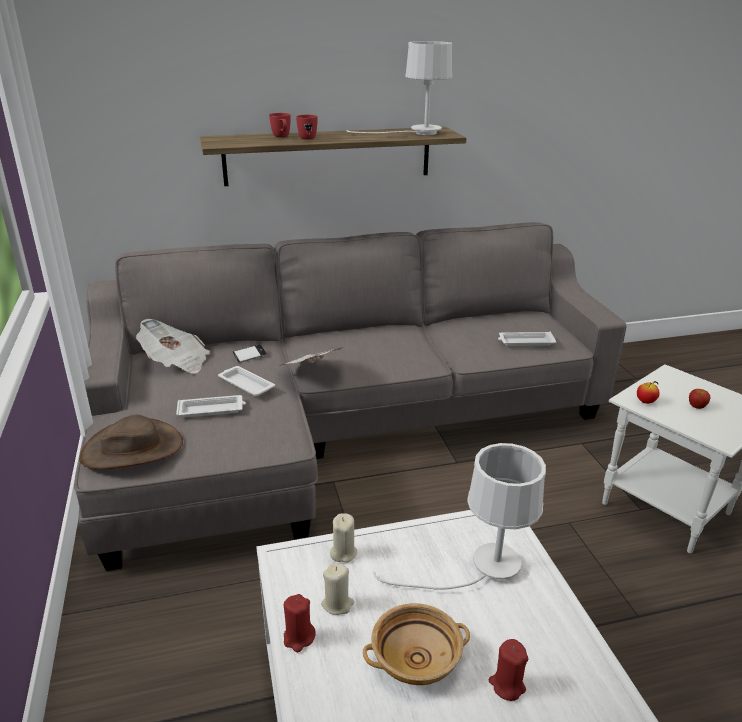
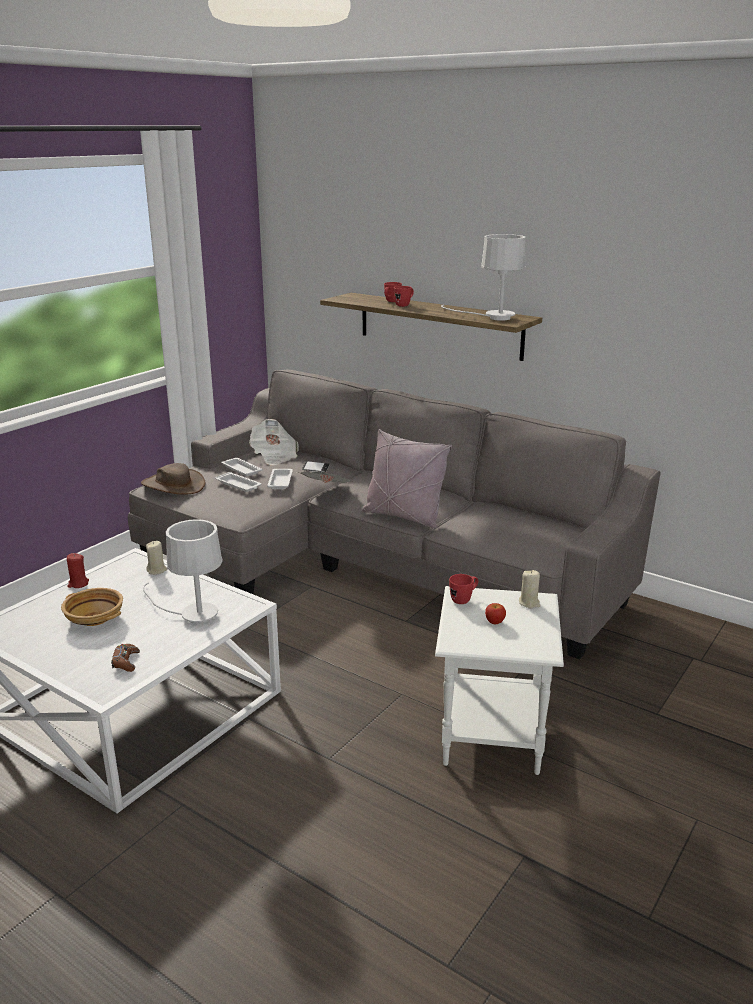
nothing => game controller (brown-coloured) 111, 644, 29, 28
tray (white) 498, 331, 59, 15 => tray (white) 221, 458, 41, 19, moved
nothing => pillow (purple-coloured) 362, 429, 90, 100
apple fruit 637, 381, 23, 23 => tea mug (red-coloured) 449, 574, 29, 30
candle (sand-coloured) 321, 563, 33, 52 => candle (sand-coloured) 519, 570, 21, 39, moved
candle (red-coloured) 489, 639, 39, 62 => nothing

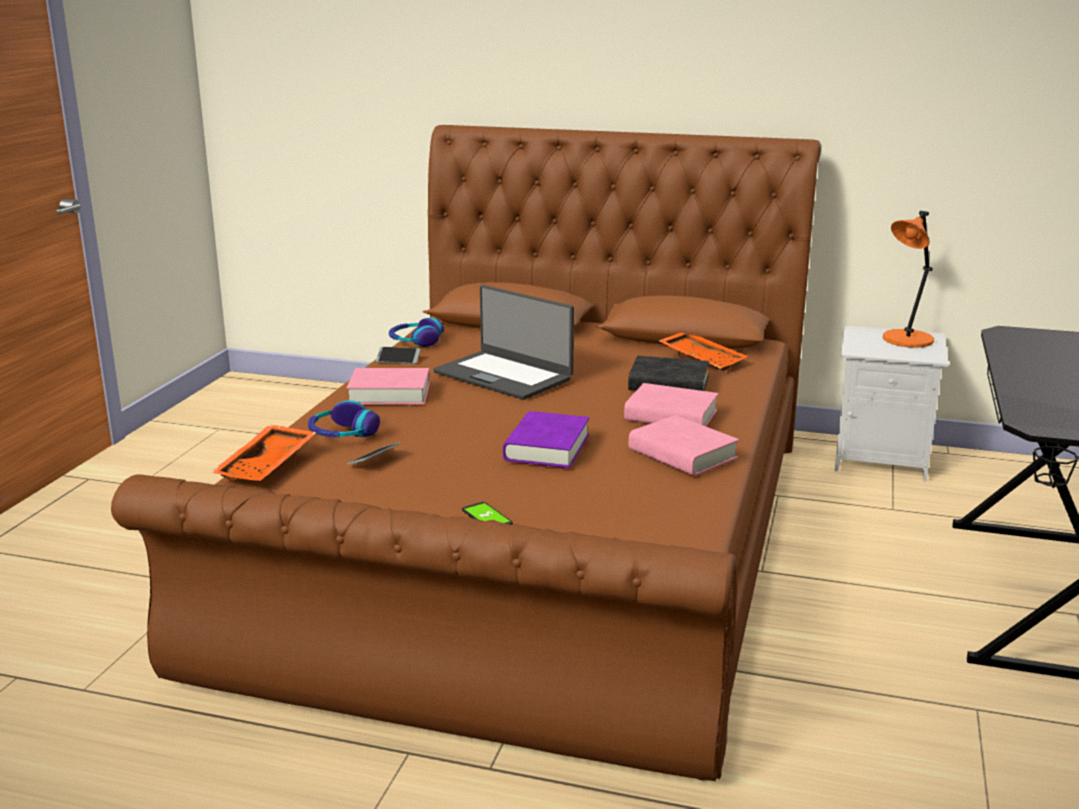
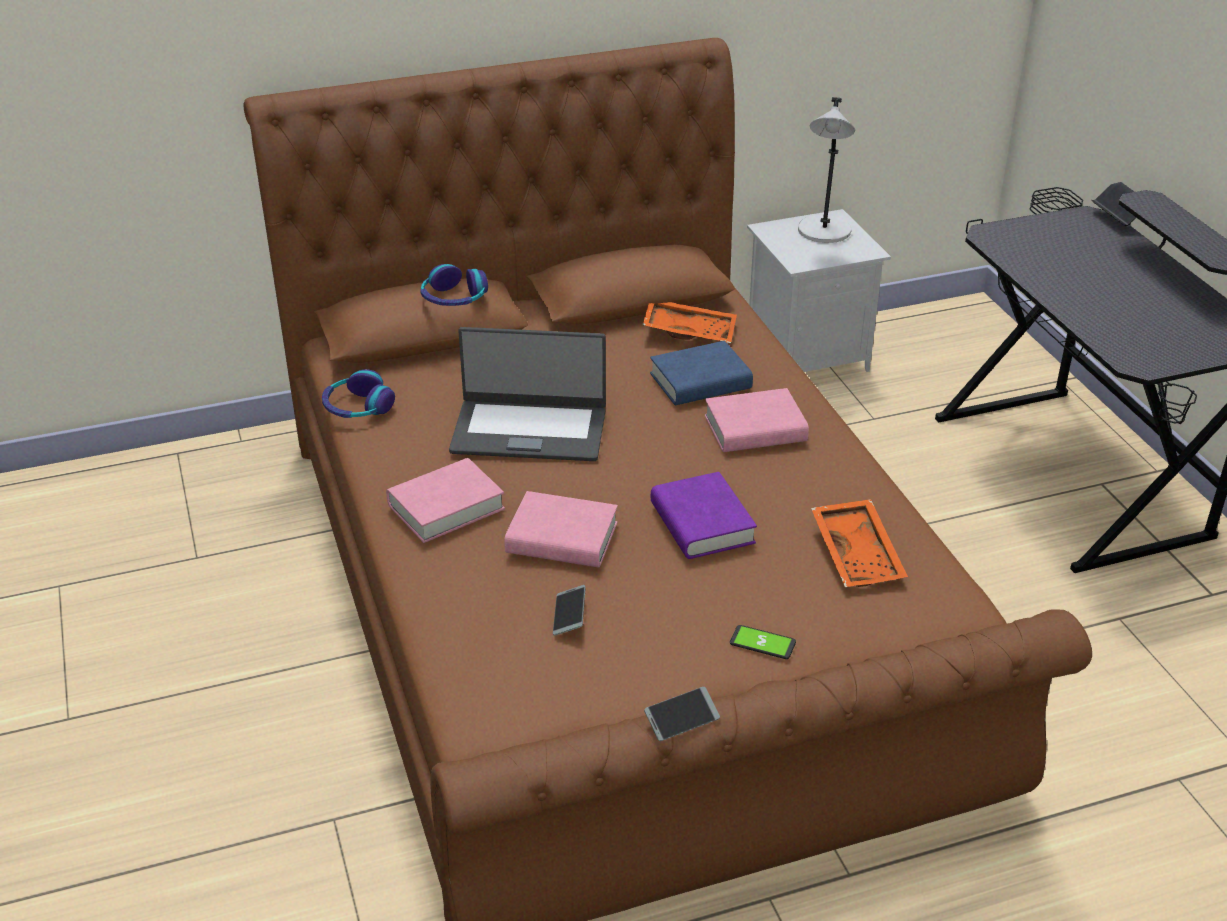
pair of headphones 308, 400, 72, 37 => pair of headphones 420, 264, 68, 42, moved
bound book (pinkish) 629, 415, 110, 61 => bound book (pinkish) 504, 491, 114, 77, moved
telephone 376, 347, 44, 17 => telephone 644, 687, 76, 54, moved
bound book (blackish) 628, 356, 81, 35 => bound book (blue) 650, 341, 103, 64
tabletop lamp (orange-coloured) 883, 211, 51, 137 => tabletop lamp (gray) 798, 97, 57, 146
tray (orange-coloured) 211, 425, 106, 57 => tray (orange-coloured) 811, 499, 97, 88, moved

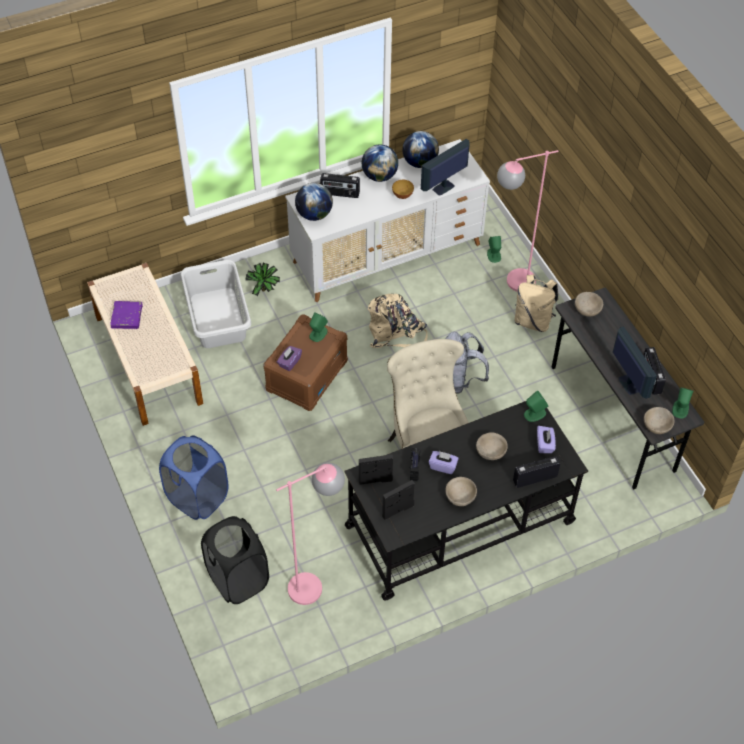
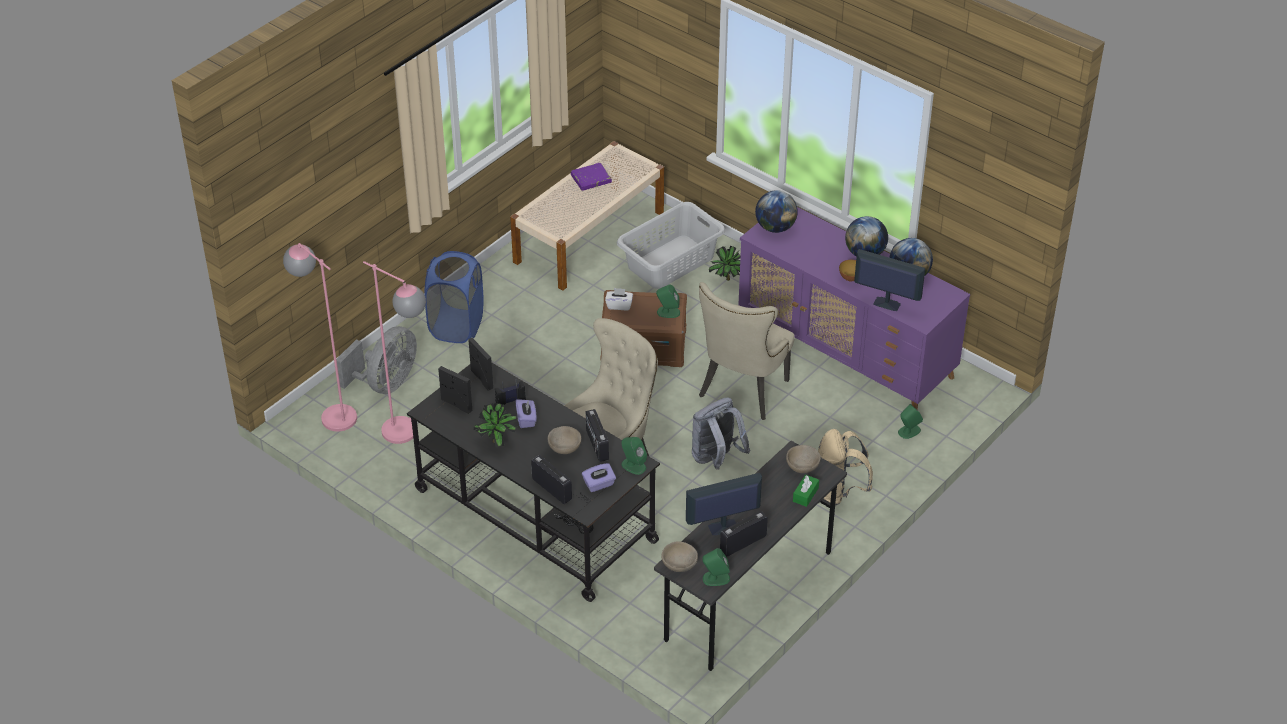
floor lamp (pinkish) 497, 150, 62, 142 => floor lamp (pinkish) 283, 243, 74, 189, moved
washing basket (blackish) 201, 516, 68, 88 => fan (gray) 336, 326, 81, 68
serving bowl (sand-coloured) 445, 477, 32, 29 => houseplant 474, 403, 43, 44
radio set 320, 173, 40, 25 => radio set 586, 409, 23, 53, moved
box of tissues (purple-coloured) 277, 346, 25, 25 => box of tissues (white) 605, 288, 28, 22
monitor 613, 326, 44, 73 => monitor 686, 473, 76, 62, 150 degrees counterclockwise
knapsack (sand-coloured) 368, 294, 59, 54 => plain chair (sand-coloured) 699, 282, 96, 138
dresser (white) 285, 139, 205, 163 => dresser (purple-coloured) 738, 207, 232, 203
nothing => box of tissues (green-coloured) 793, 475, 26, 32

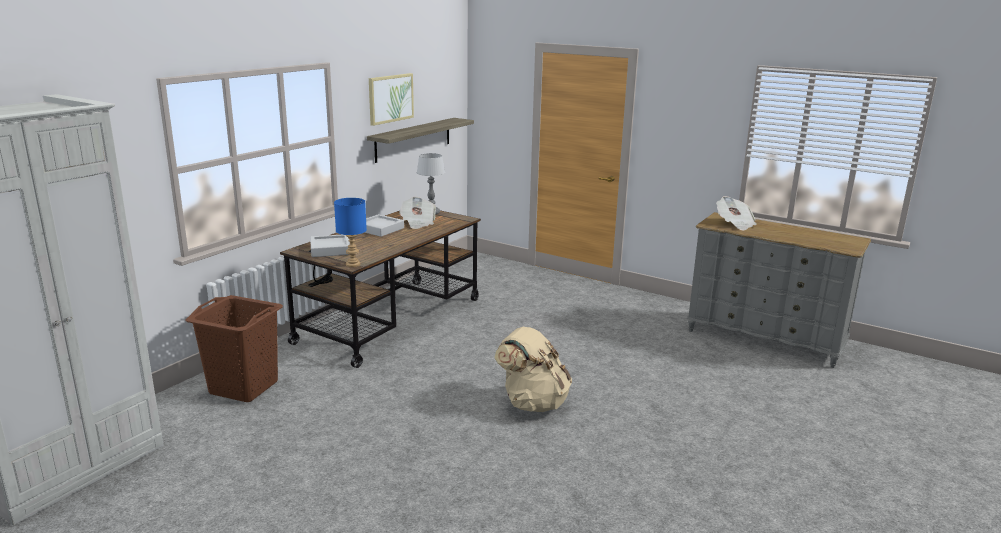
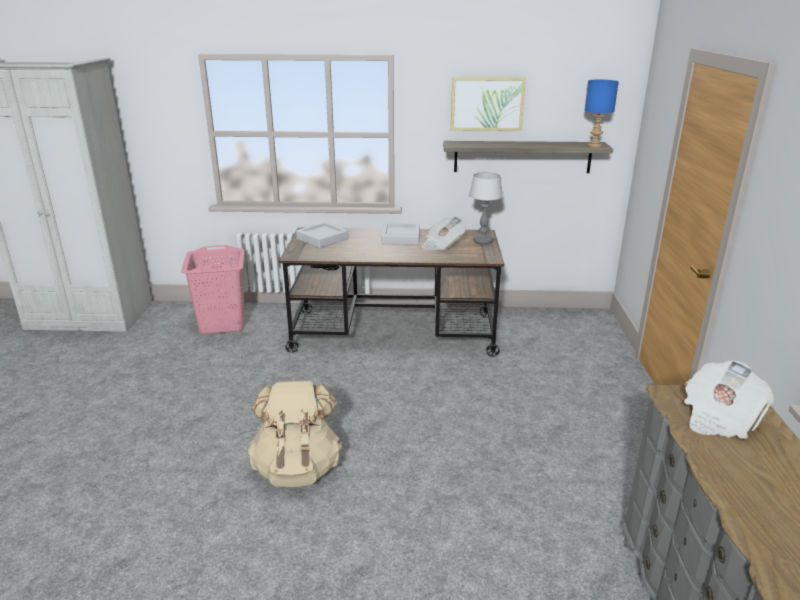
washing basket (brown-coloured) 186, 295, 97, 107 => washing basket (pinkish) 181, 245, 64, 89
tabletop lamp (blue) 334, 198, 33, 69 => tabletop lamp (blue) 584, 80, 35, 67, moved

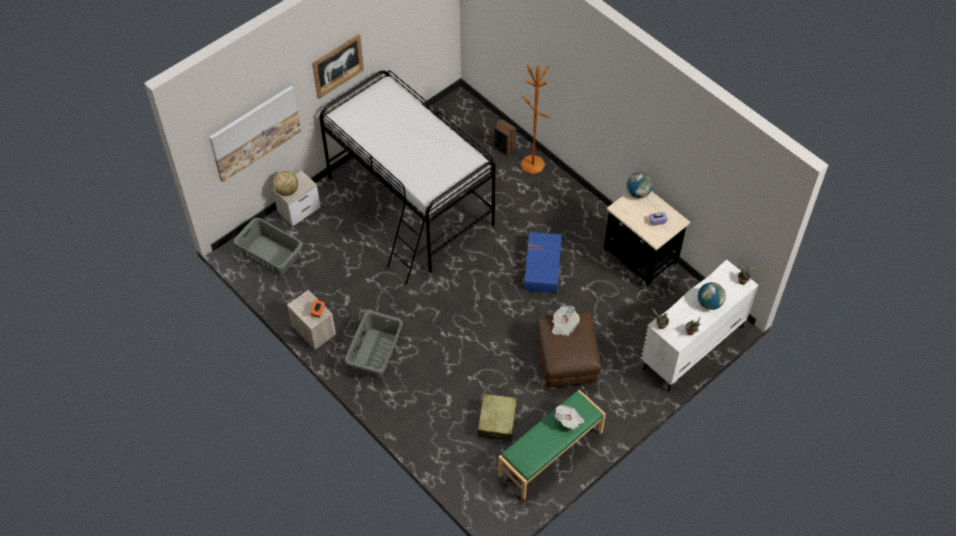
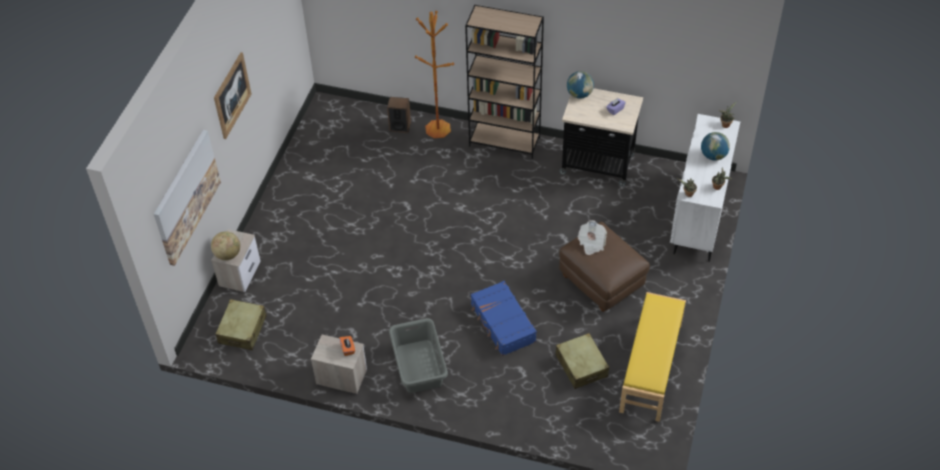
washing basket (gray) 234, 218, 69, 58 => suitcase (sand-coloured) 215, 299, 52, 51
nothing => bookshelf (sand-coloured) 465, 5, 79, 154
suitcase (blue) 522, 232, 40, 61 => suitcase (blue) 471, 281, 66, 75, moved
indoor bench (green-coloured) 498, 390, 108, 110 => indoor bench (yellow-coloured) 619, 292, 67, 130
bedroom bed (blackish) 319, 70, 177, 215 => nothing
newspaper 555, 405, 30, 25 => nothing

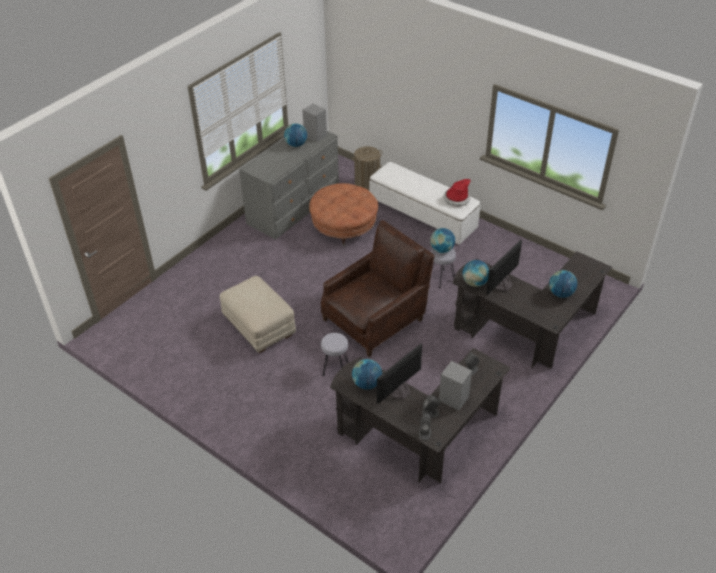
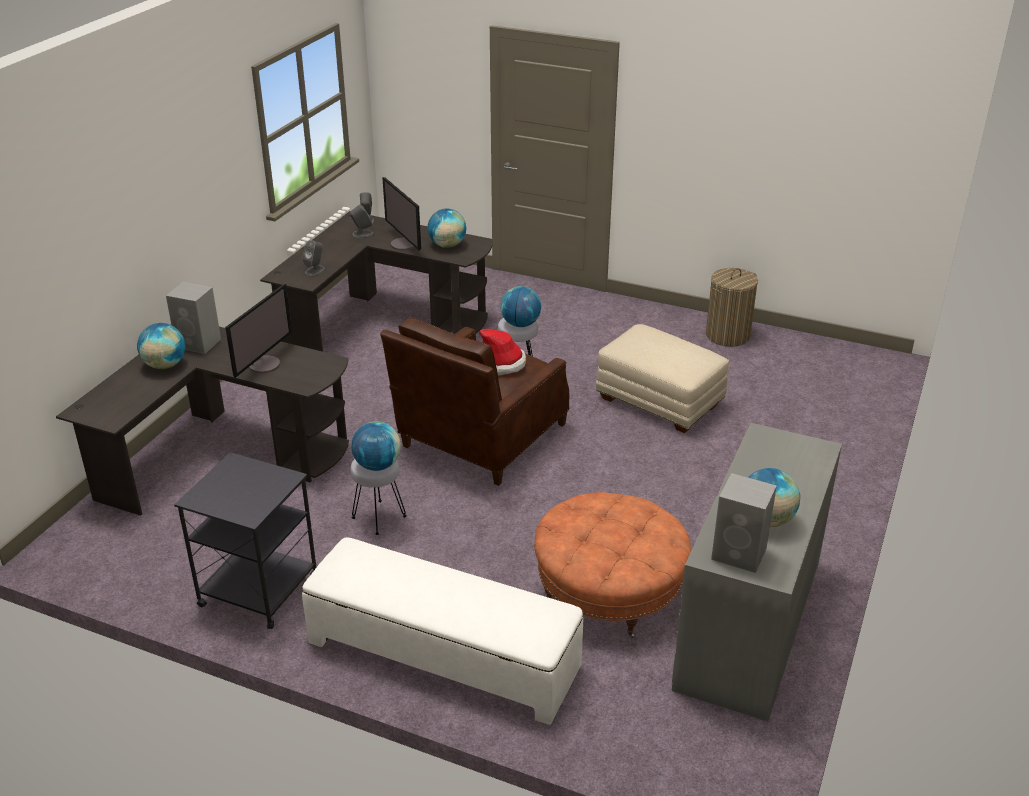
speaker (gray) 439, 361, 33, 50 => speaker (gray) 166, 282, 55, 72, moved
nothing => cart (blackish) 174, 452, 142, 177
monitor 377, 343, 45, 60 => monitor 382, 177, 39, 74, 120 degrees clockwise
hat 444, 179, 27, 28 => hat 479, 329, 47, 47, moved
desk globe 463, 260, 26, 27 => desk globe 500, 286, 41, 41, moved
washing basket 352, 146, 30, 44 => washing basket 706, 268, 52, 79, moved

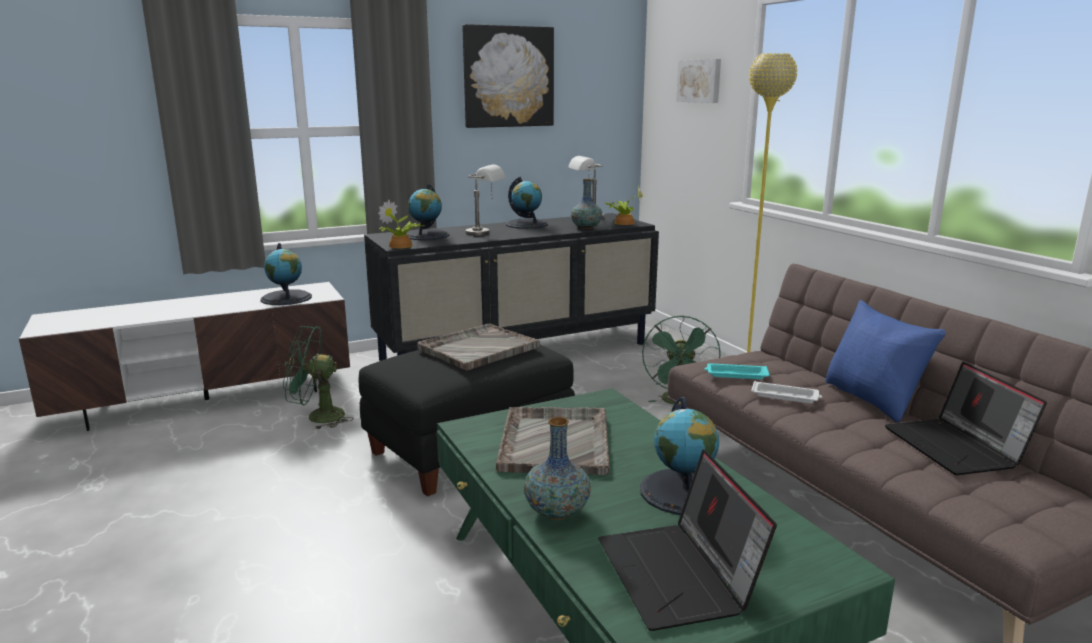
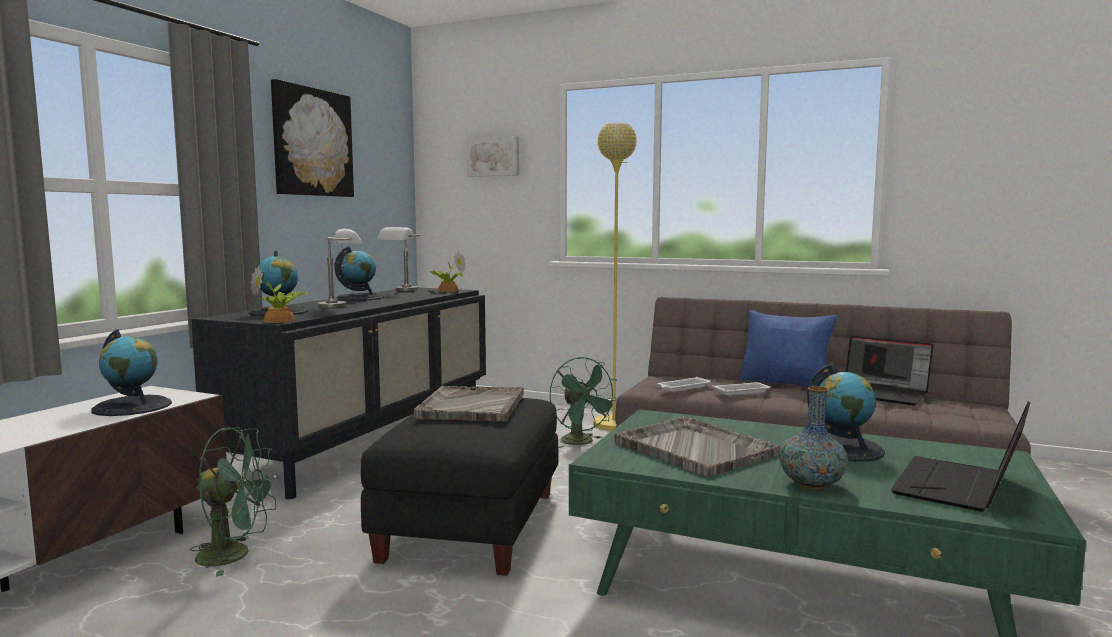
fan (green-coloured) 283, 326, 71, 104 => fan (green-coloured) 190, 427, 88, 150, 135 degrees counterclockwise
tray (turquoise-coloured) 705, 363, 65, 16 => tray (white) 657, 377, 54, 15
notebook computer 598, 449, 179, 182 => notebook computer 891, 401, 139, 111, 90 degrees clockwise
decorative vase 571, 179, 31, 50 => nothing

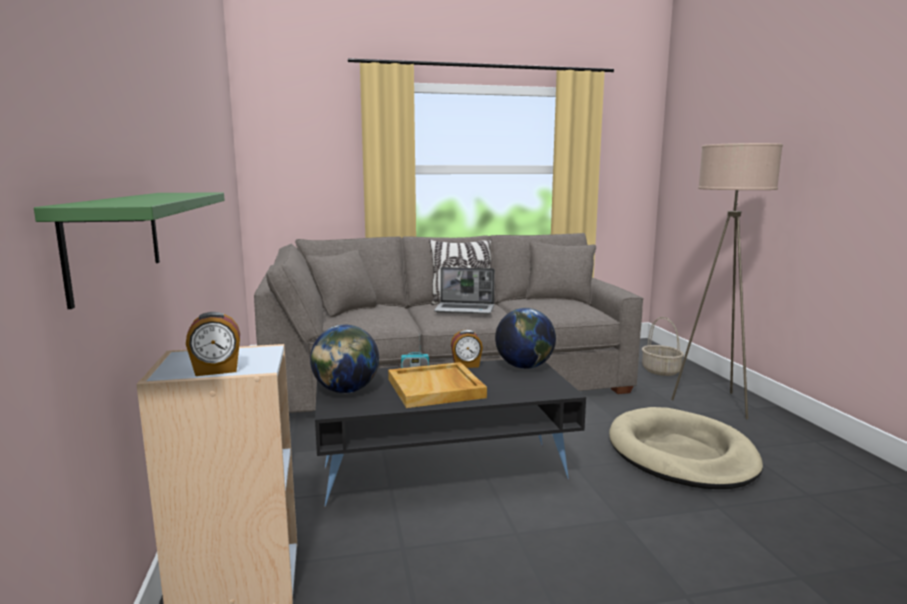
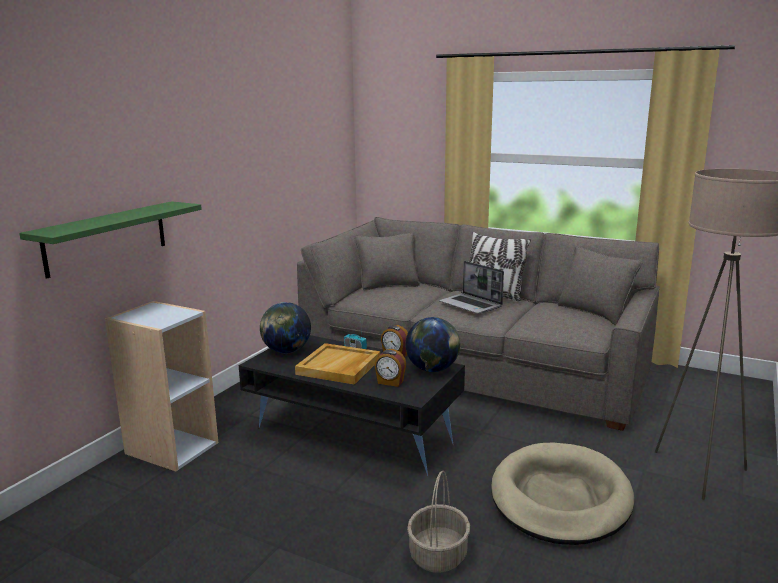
table clock 186, 312, 54, 64 => table clock 374, 349, 32, 38, moved
storage basket 642, 317, 42, 59 => storage basket 407, 471, 63, 102, moved

